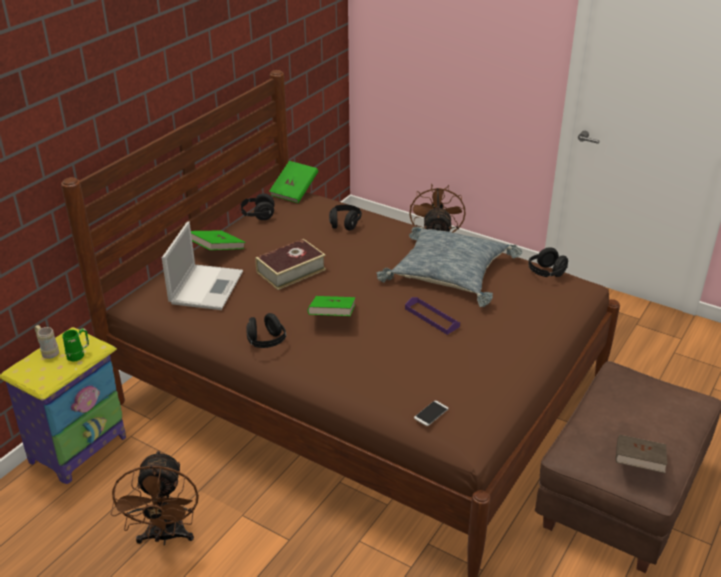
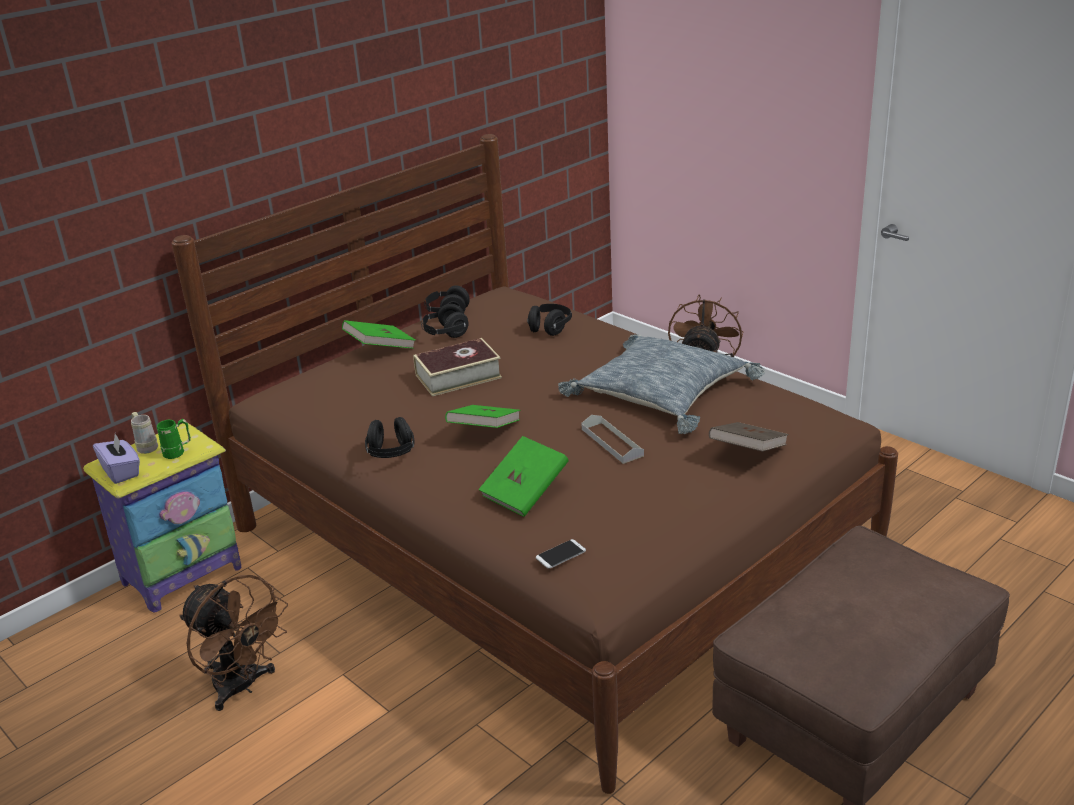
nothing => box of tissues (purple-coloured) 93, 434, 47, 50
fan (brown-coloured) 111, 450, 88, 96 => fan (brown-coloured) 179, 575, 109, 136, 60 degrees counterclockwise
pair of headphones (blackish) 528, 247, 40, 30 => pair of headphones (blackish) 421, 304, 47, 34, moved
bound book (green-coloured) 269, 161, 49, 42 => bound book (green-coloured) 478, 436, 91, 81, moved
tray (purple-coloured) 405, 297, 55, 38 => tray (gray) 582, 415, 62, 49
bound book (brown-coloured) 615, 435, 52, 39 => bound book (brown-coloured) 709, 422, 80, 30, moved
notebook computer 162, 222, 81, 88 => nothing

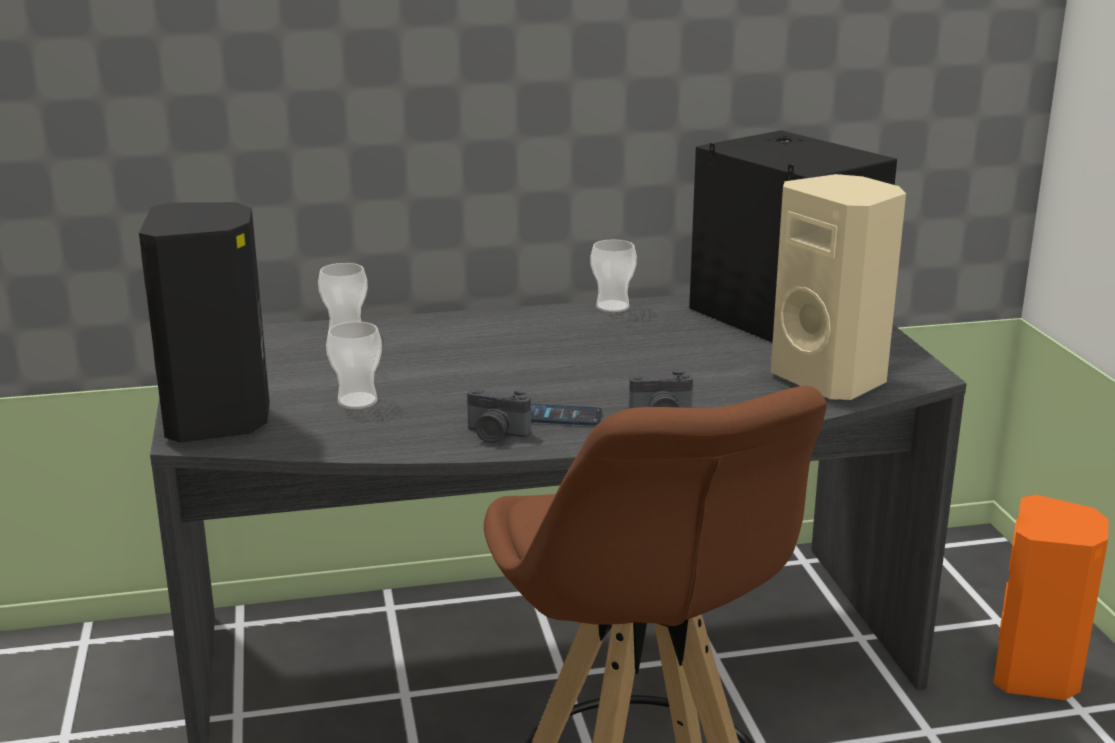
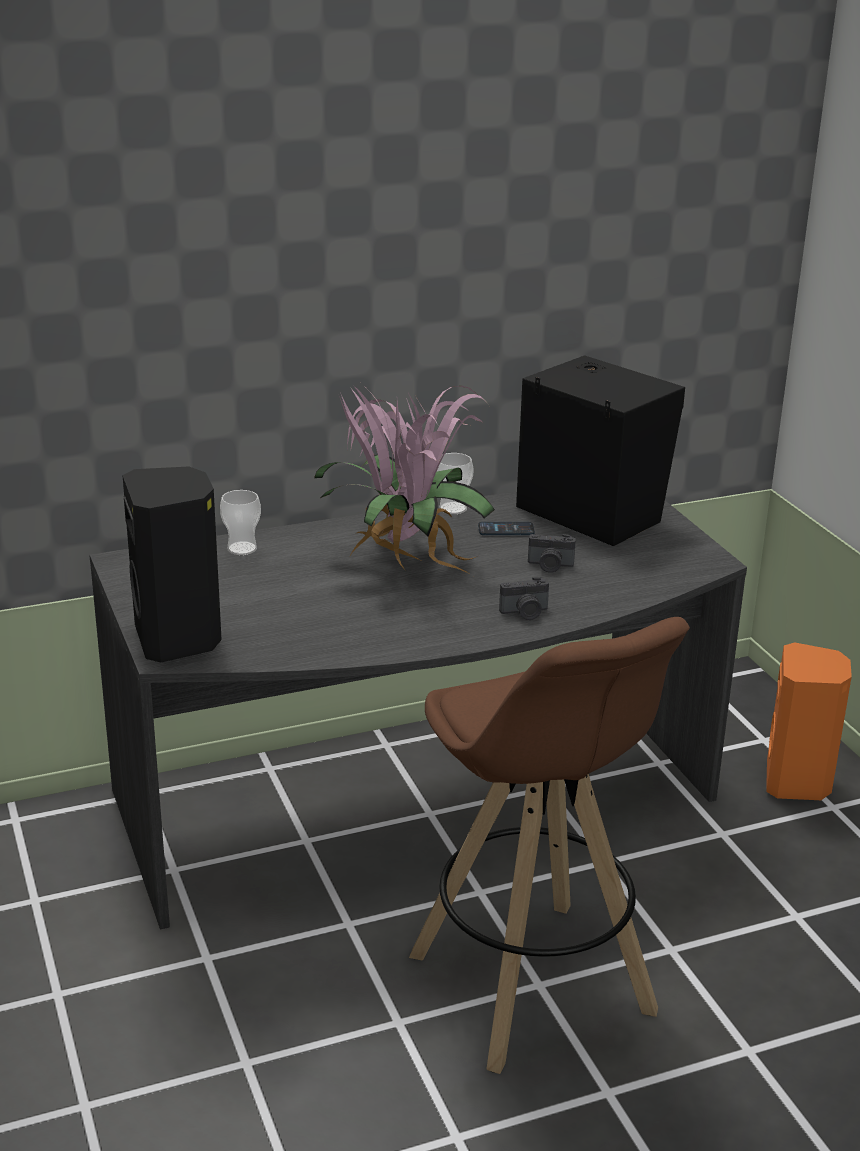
nothing => houseplant 314, 384, 181, 191
telephone 531, 404, 71, 22 => telephone 478, 522, 57, 13, moved
still camera 467, 389, 64, 54 => still camera 528, 534, 48, 39, moved
cup 326, 321, 56, 88 => nothing
speaker (sand-coloured) 771, 174, 135, 226 => nothing

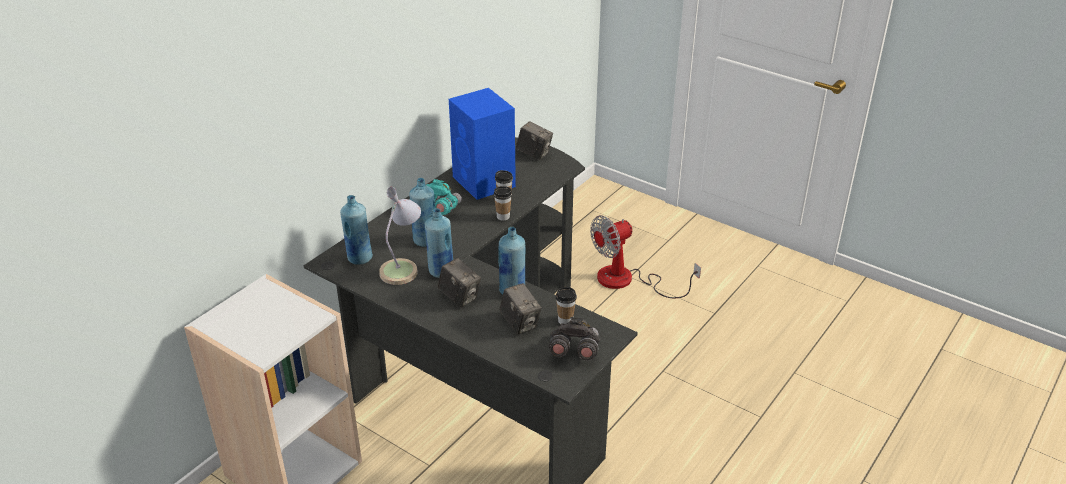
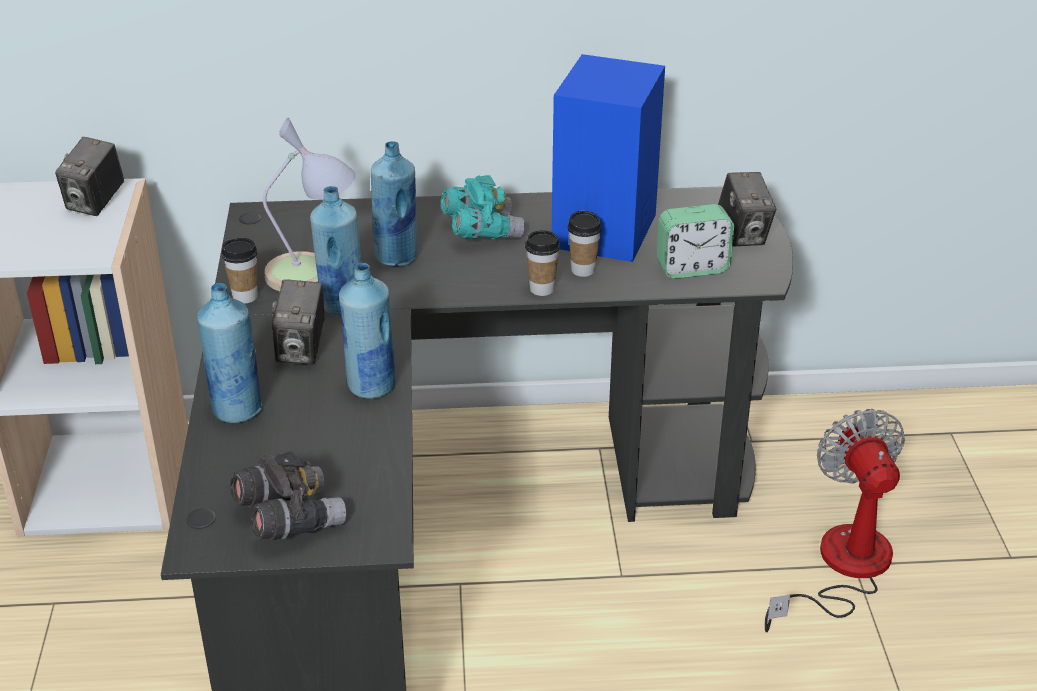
still camera 500, 283, 42, 52 => still camera 55, 137, 69, 79, moved
drink bottle (blue) 340, 195, 33, 70 => drink bottle (blue) 197, 283, 66, 140, moved
cup 556, 287, 21, 37 => cup 221, 238, 36, 66, moved
nothing => table clock 657, 204, 77, 75
fan 590, 215, 111, 83 => fan 765, 409, 140, 223, 60 degrees clockwise

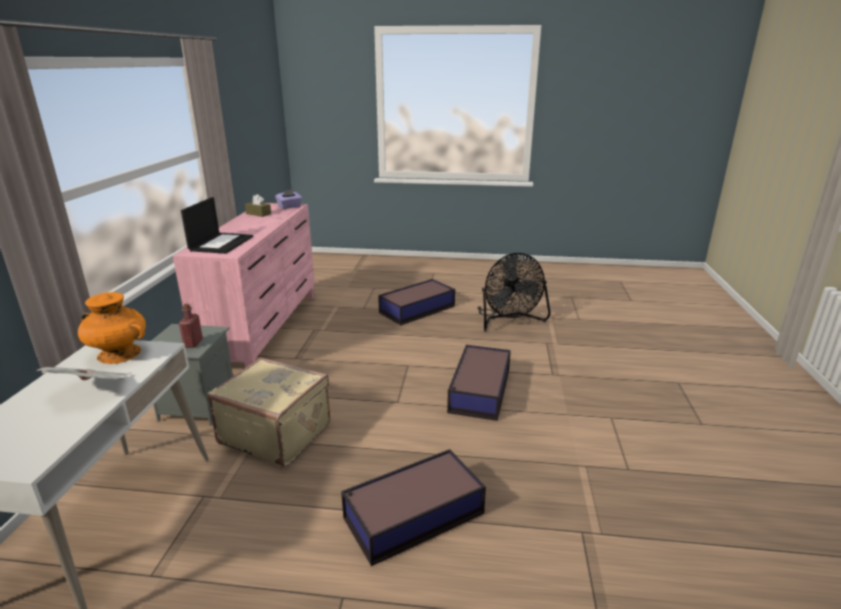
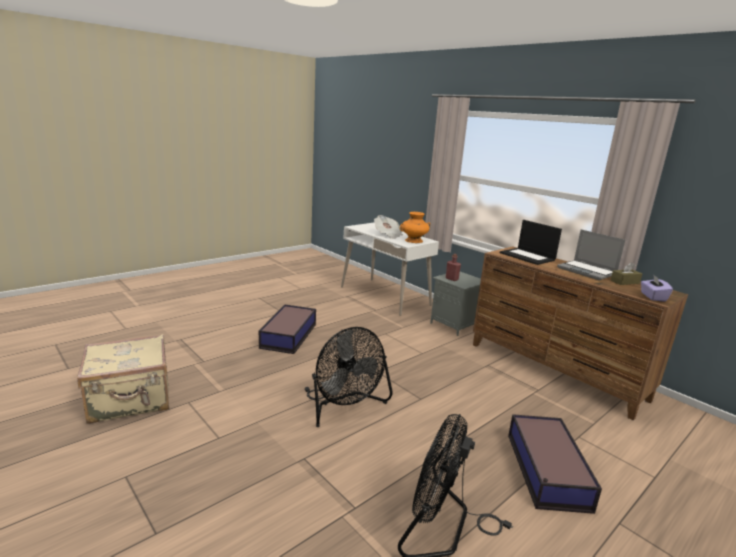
suitcase (sand-coloured) 207, 357, 123, 110 => suitcase (sand-coloured) 77, 334, 92, 90, moved
storage bin 447, 345, 64, 76 => fan (blackish) 305, 327, 88, 100
dresser (pinkish) 173, 203, 142, 165 => dresser (brown-coloured) 473, 246, 215, 174
nothing => notebook computer 557, 230, 68, 50

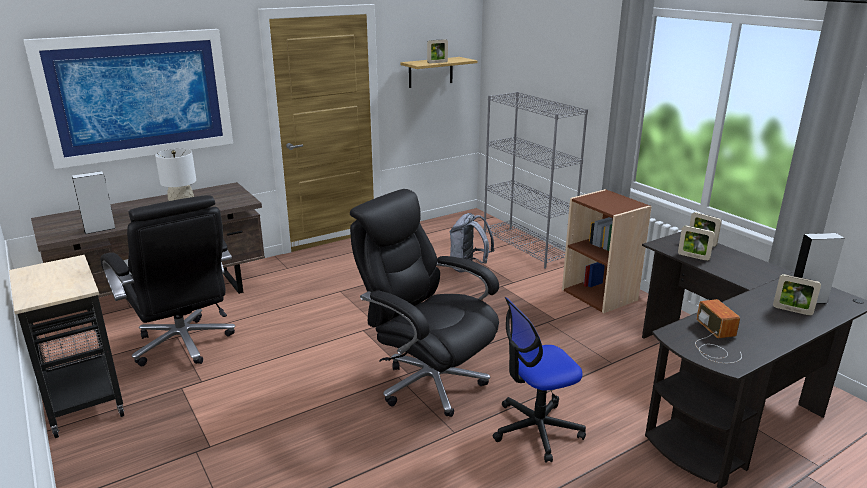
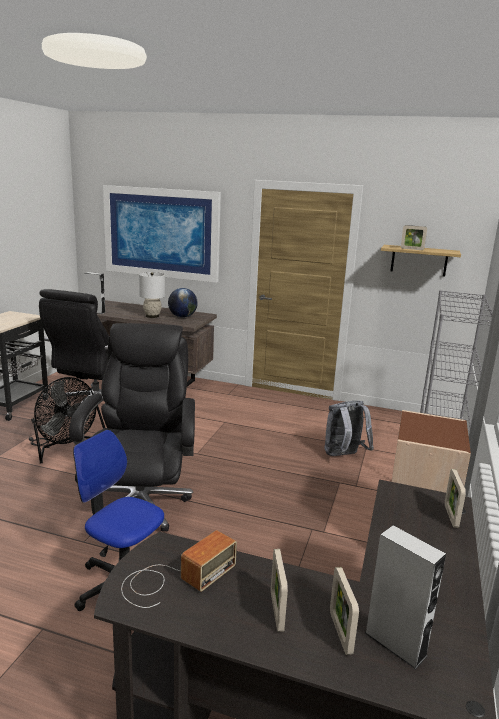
nothing => fan (blackish) 29, 377, 76, 86
nothing => desk globe 168, 288, 30, 30
photo frame 678, 225, 37, 36 => photo frame 271, 549, 17, 83, moved

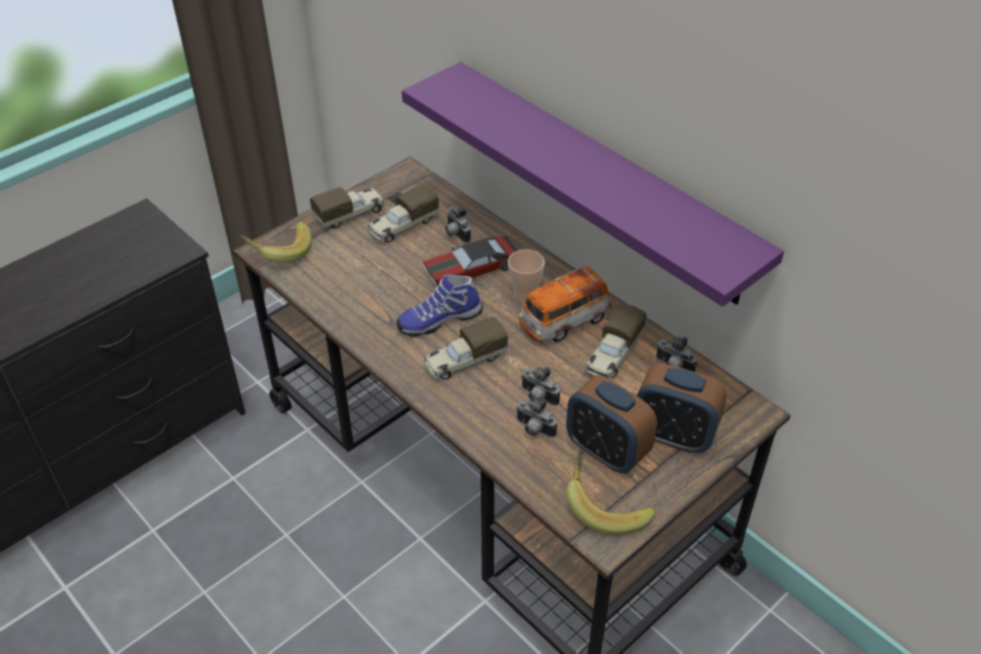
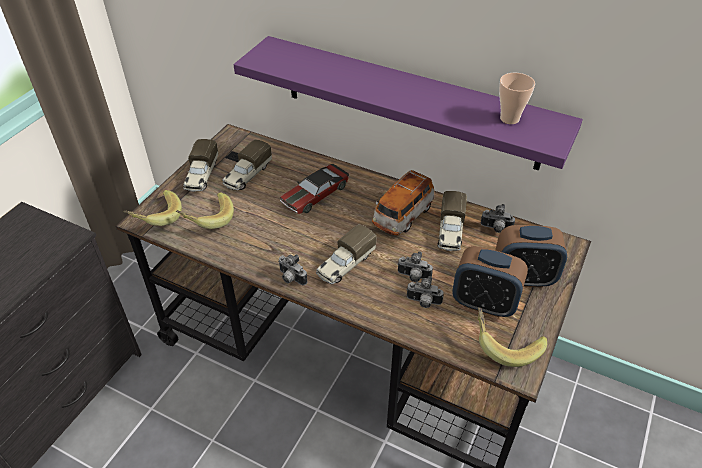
nothing => banana 176, 192, 58, 37
toy lorry 310, 187, 75, 41 => toy lorry 183, 139, 35, 53, 150 degrees clockwise
still camera 445, 206, 26, 37 => still camera 278, 254, 30, 31, moved
cup 508, 249, 37, 54 => cup 499, 73, 36, 51, moved
low shoe 396, 274, 87, 63 => nothing

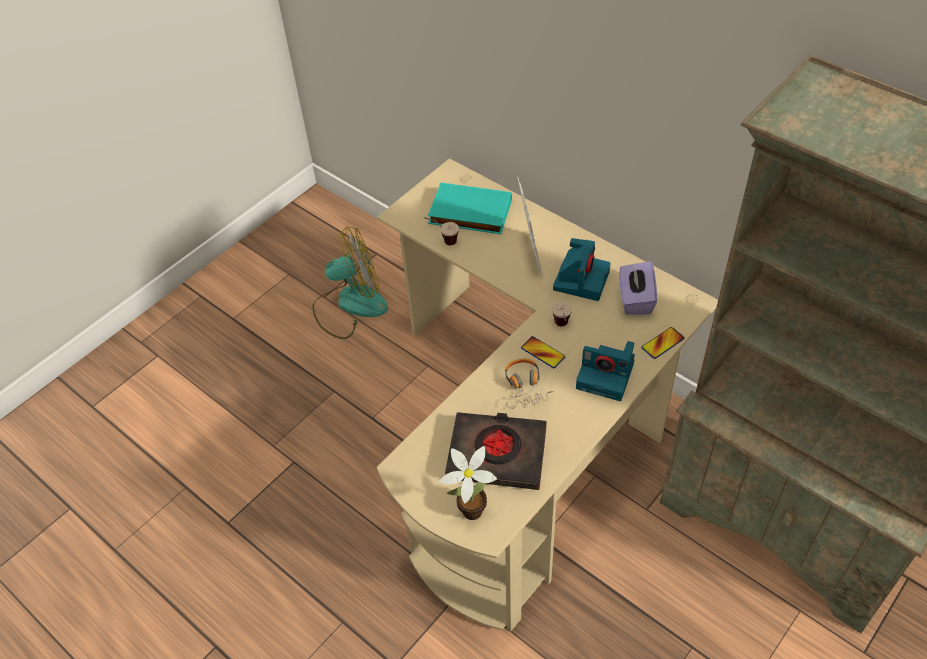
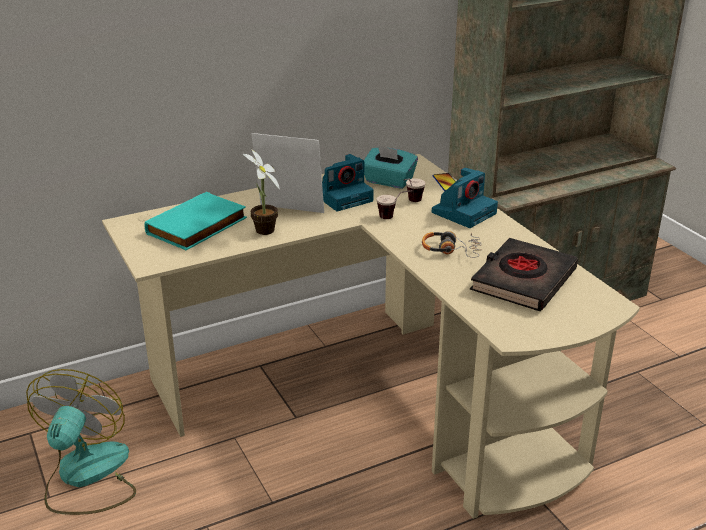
houseplant 439, 446, 58, 74 => houseplant 243, 149, 37, 86, moved
still camera 553, 238, 58, 63 => still camera 322, 154, 52, 57, 105 degrees clockwise
box of tissues (purple-coloured) 619, 261, 38, 53 => box of tissues (turquoise-coloured) 364, 146, 54, 43
cup 425, 218, 34, 27 => cup 404, 178, 21, 24, moved
telephone 521, 336, 44, 32 => nothing

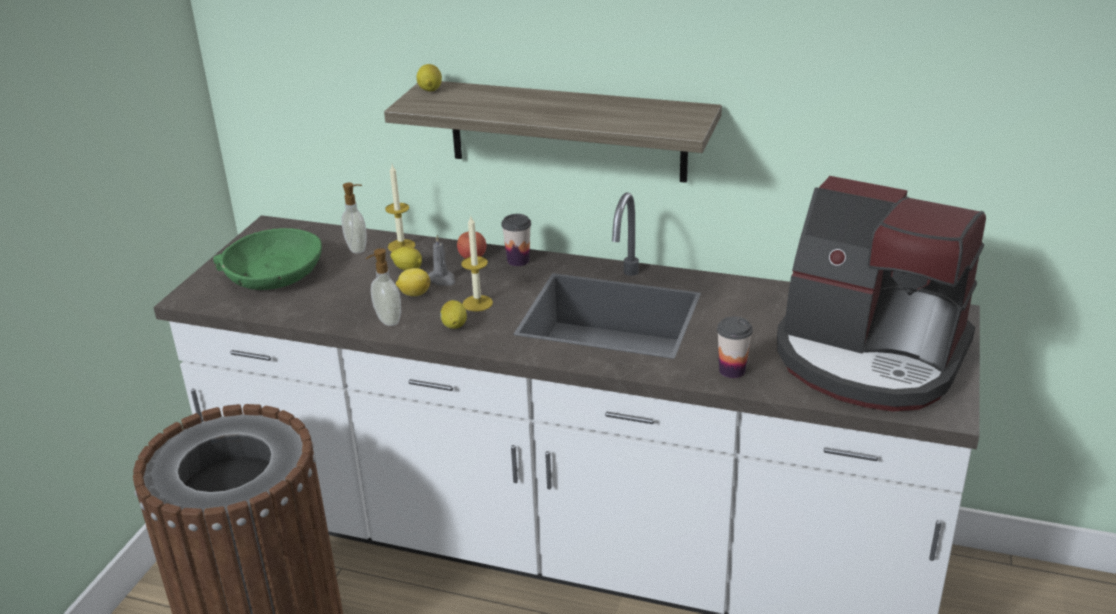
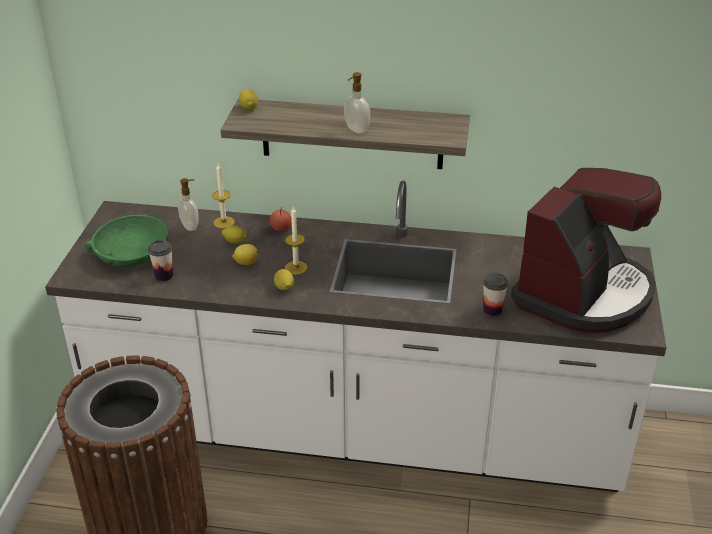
cup 501, 214, 30, 52 => cup 148, 240, 25, 41, moved
soap dispenser 366, 248, 35, 78 => soap dispenser 344, 72, 26, 62, moved
coffee brewer 777, 176, 209, 236 => coffee brewer 511, 168, 150, 165, 75 degrees counterclockwise
candle (gray) 428, 235, 27, 51 => nothing

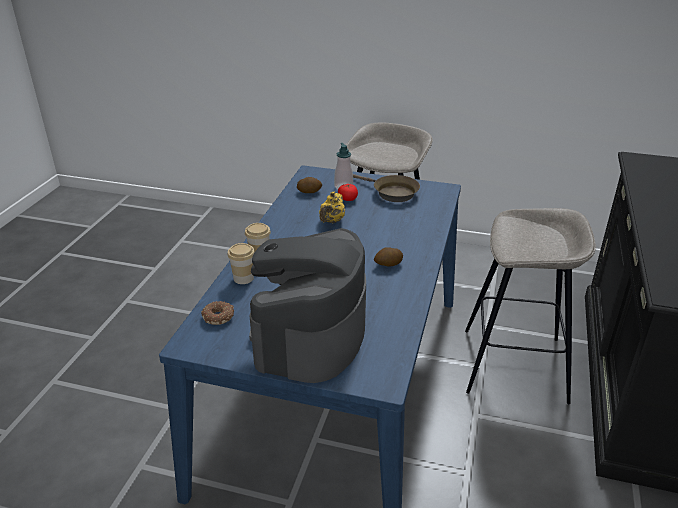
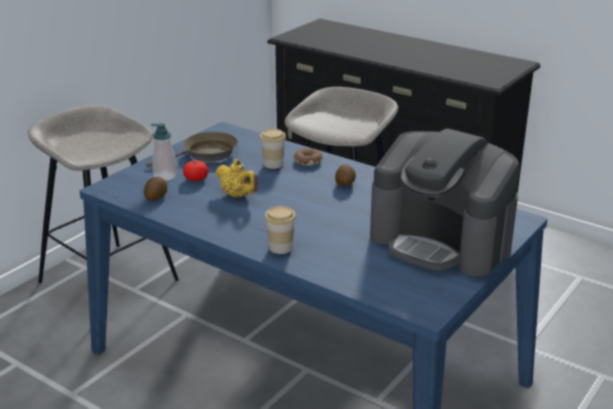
cup 227, 243, 28, 41 => cup 260, 129, 26, 40, moved
doughnut 201, 301, 33, 24 => doughnut 294, 148, 28, 18, moved

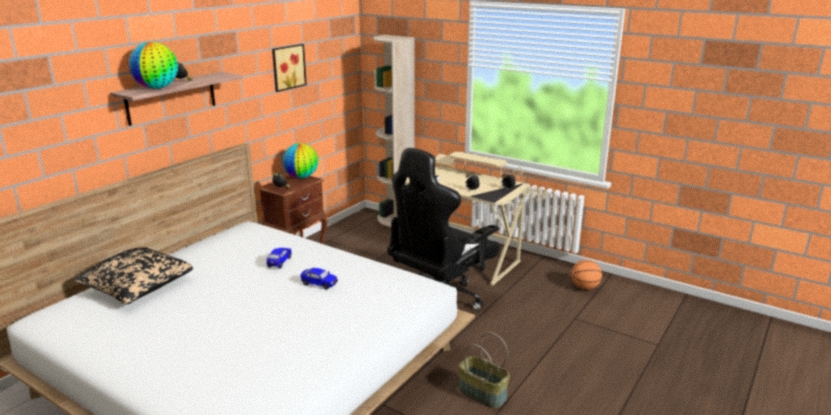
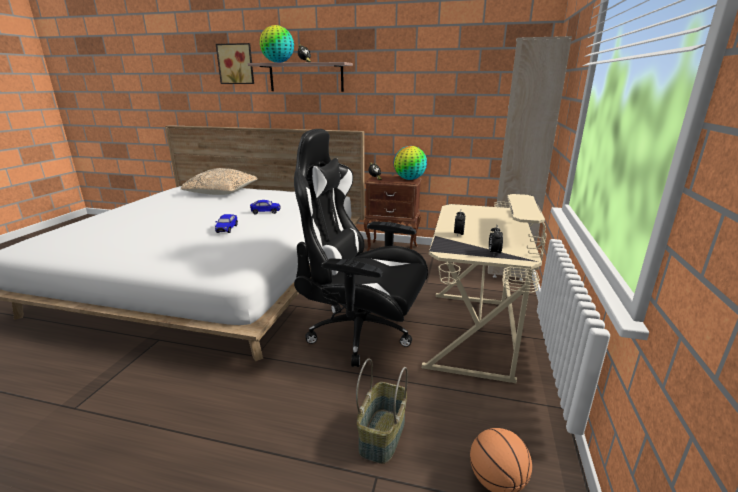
pillow (blackish) 74, 247, 119, 57 => pillow (sand-coloured) 181, 168, 77, 27
wall picture 272, 44, 35, 48 => wall picture 216, 43, 38, 41, moved
storage basket 458, 332, 52, 77 => storage basket 356, 358, 52, 106, moved

